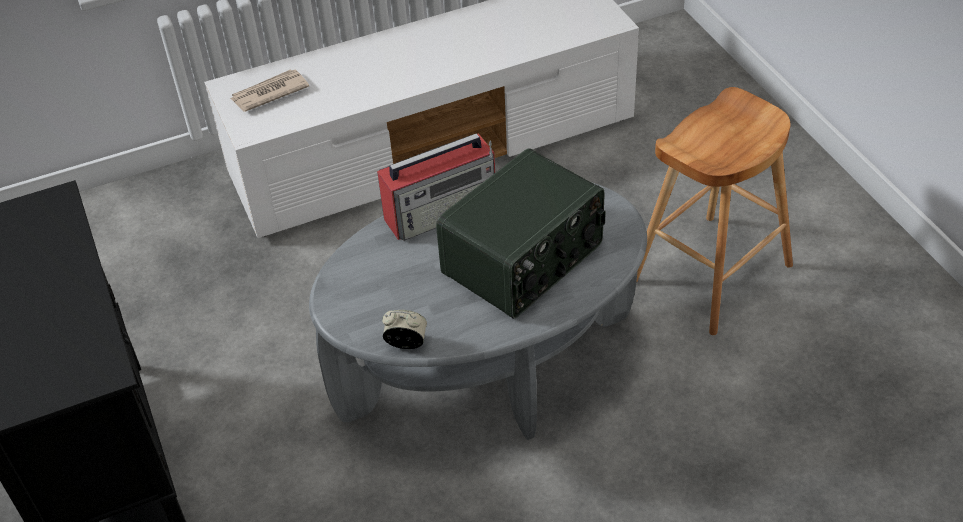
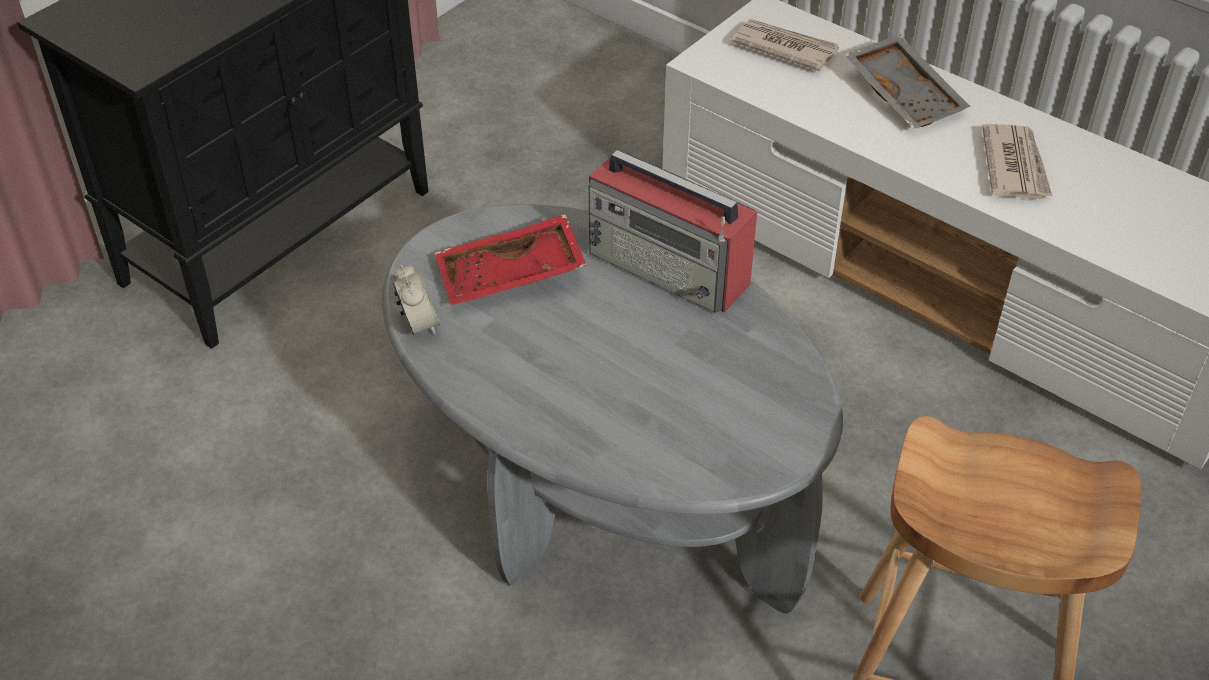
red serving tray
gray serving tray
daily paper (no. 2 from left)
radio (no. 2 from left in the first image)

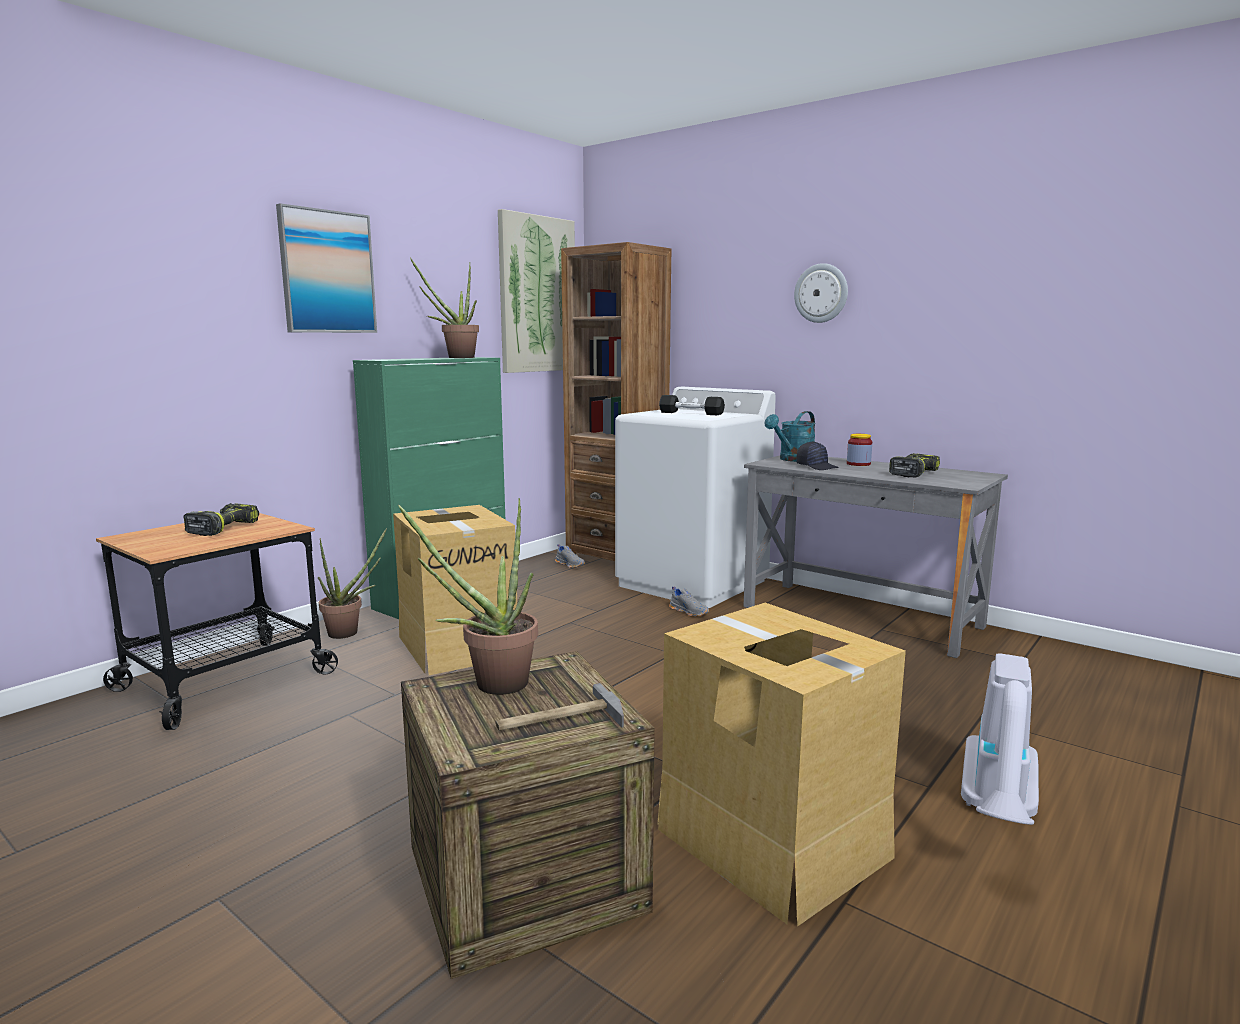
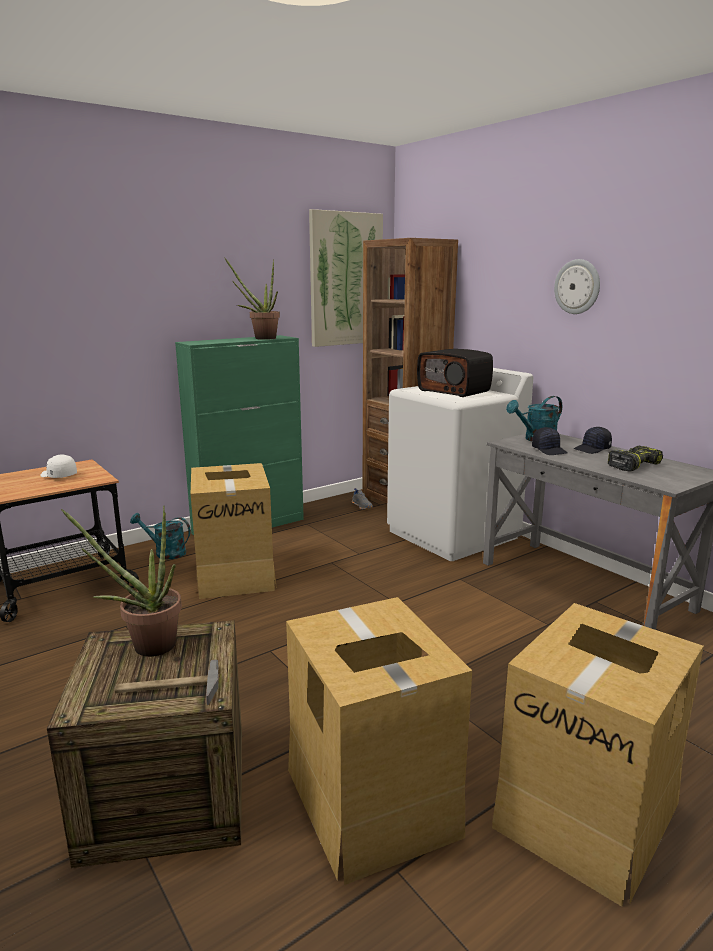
whitish baseball cap
blue-green watering pot (no. 1 from left)
radio
carton (no. 3 from left)
black baseball cap (no. 2 from left)
wall art (no. 1 from left in the first image)
gray item of footwear (no. 2 from left in the first image)

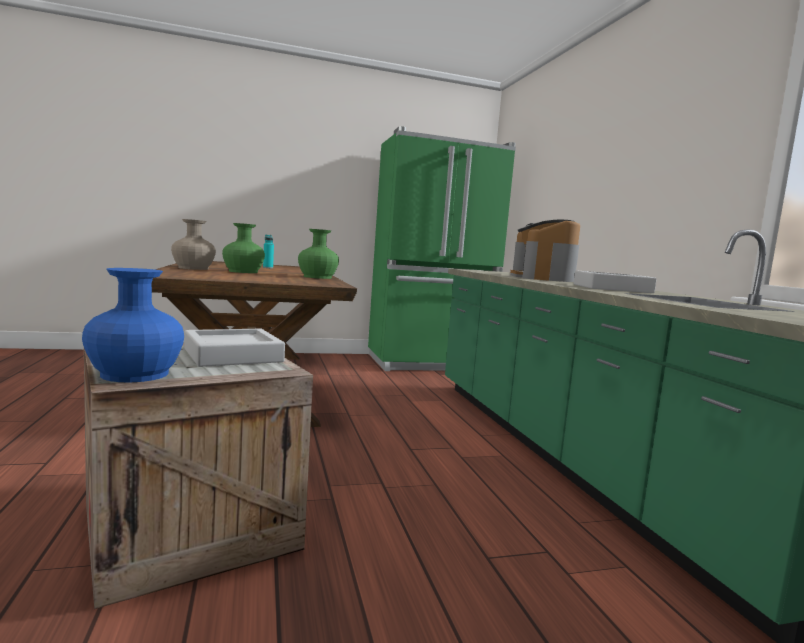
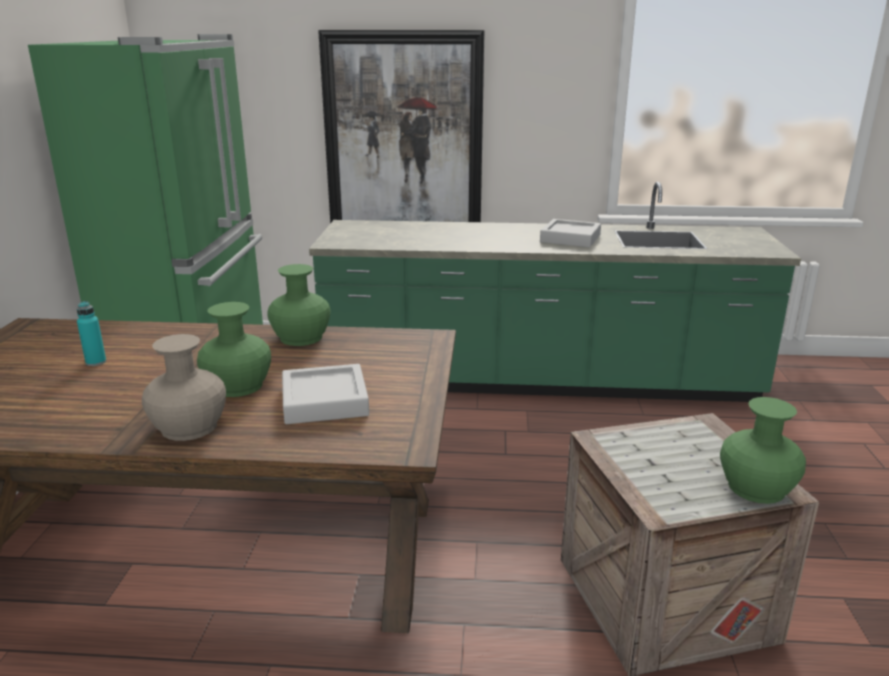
gray serving tray (no. 1 from left)
wall art
green-coloured vase (no. 3 from left)
coffee brewer

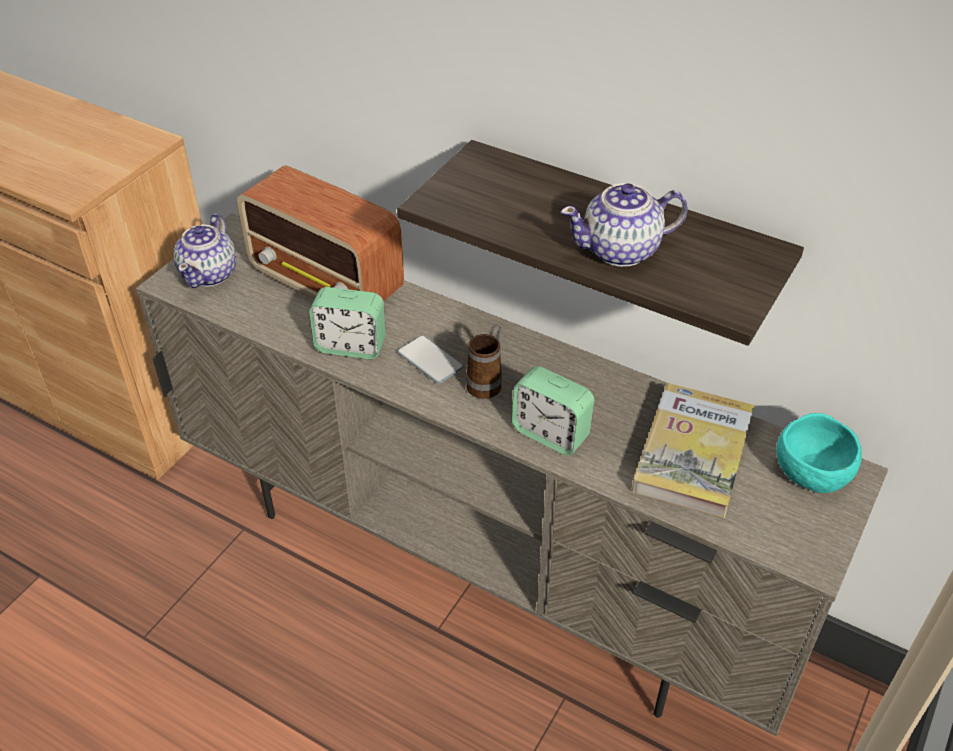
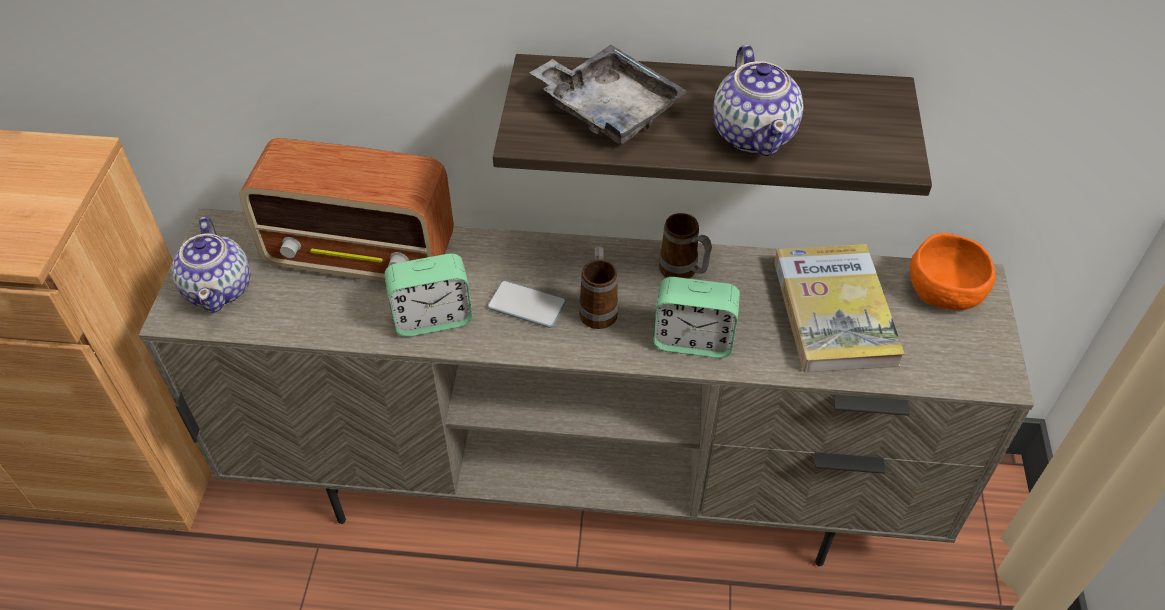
gray serving tray
coffee mug (no. 2 from left)
pot for tea (no. 2 from left)
orangey deep dish

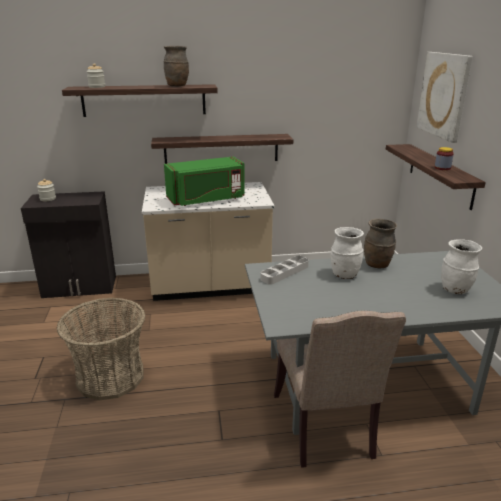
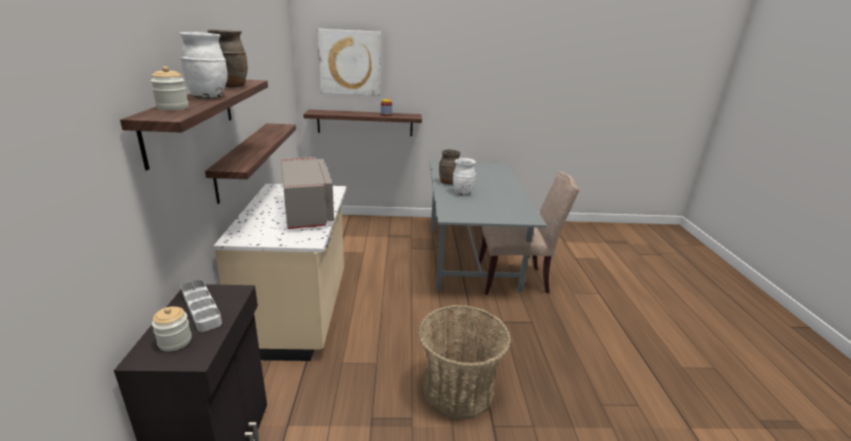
whitish vase (no. 1 from left)
gray serving tray
gray kitchen microwave

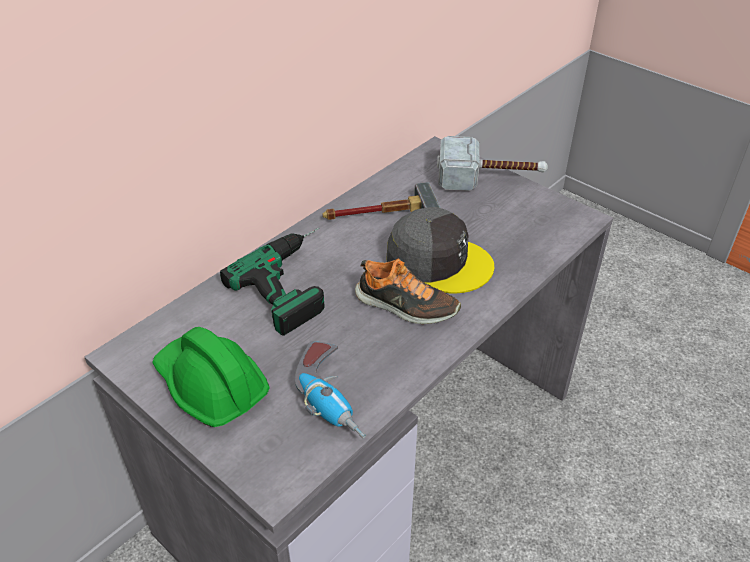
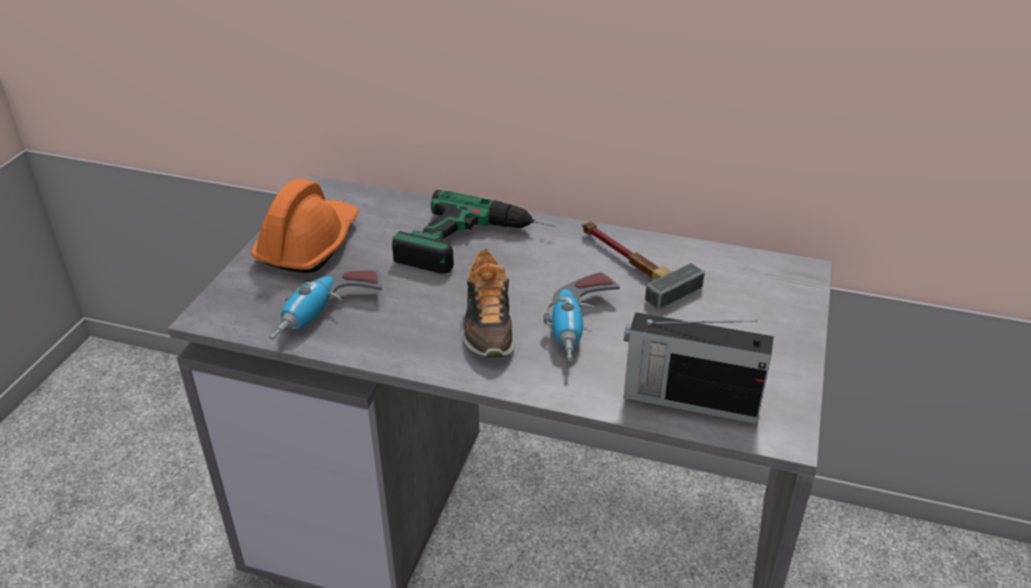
orangey hard hat
power drill (no. 3 from left)
radio
tool hammer (no. 2 from left in the first image)

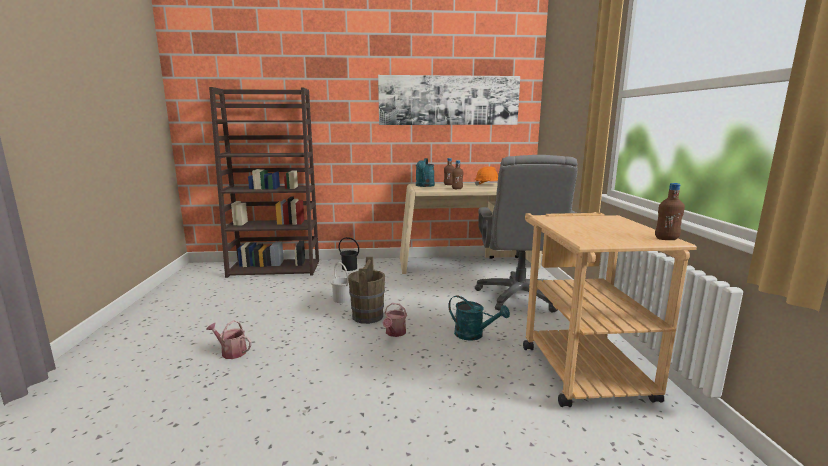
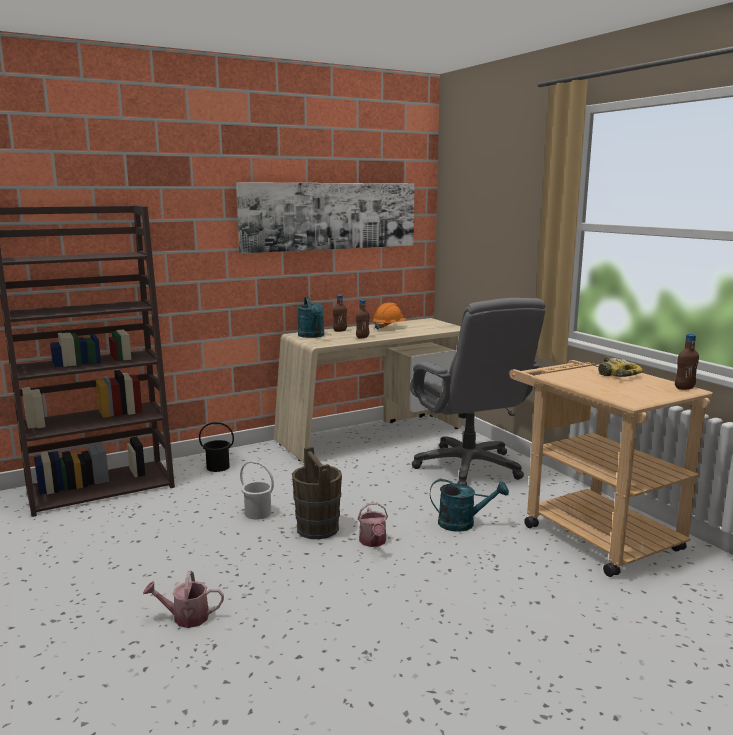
power drill

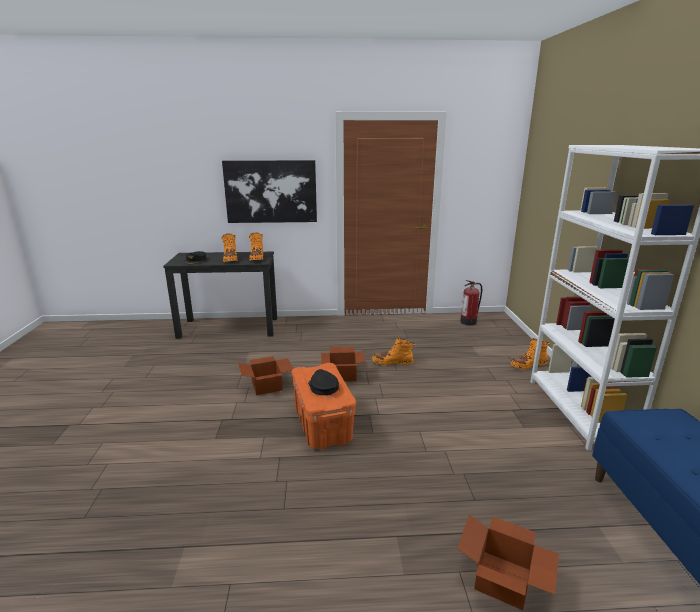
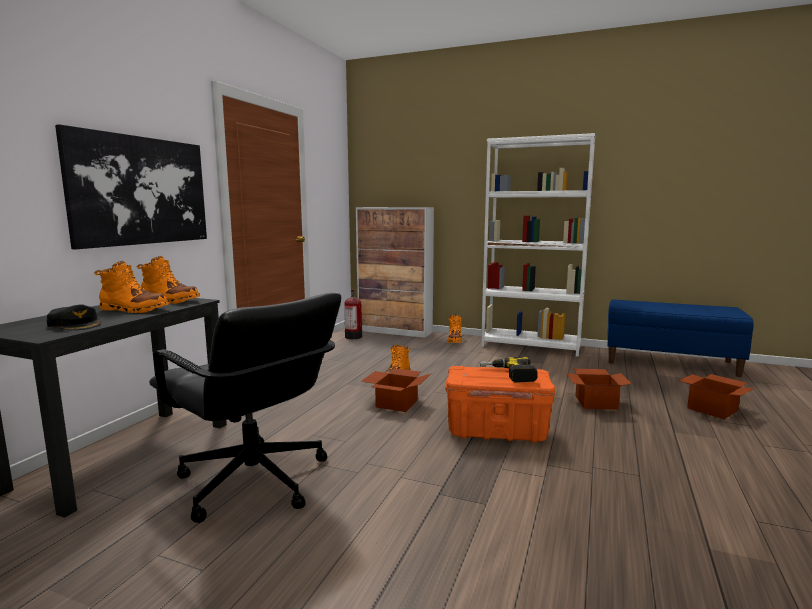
black office chair
storage cabinet
power drill
carton (no. 2 from left)

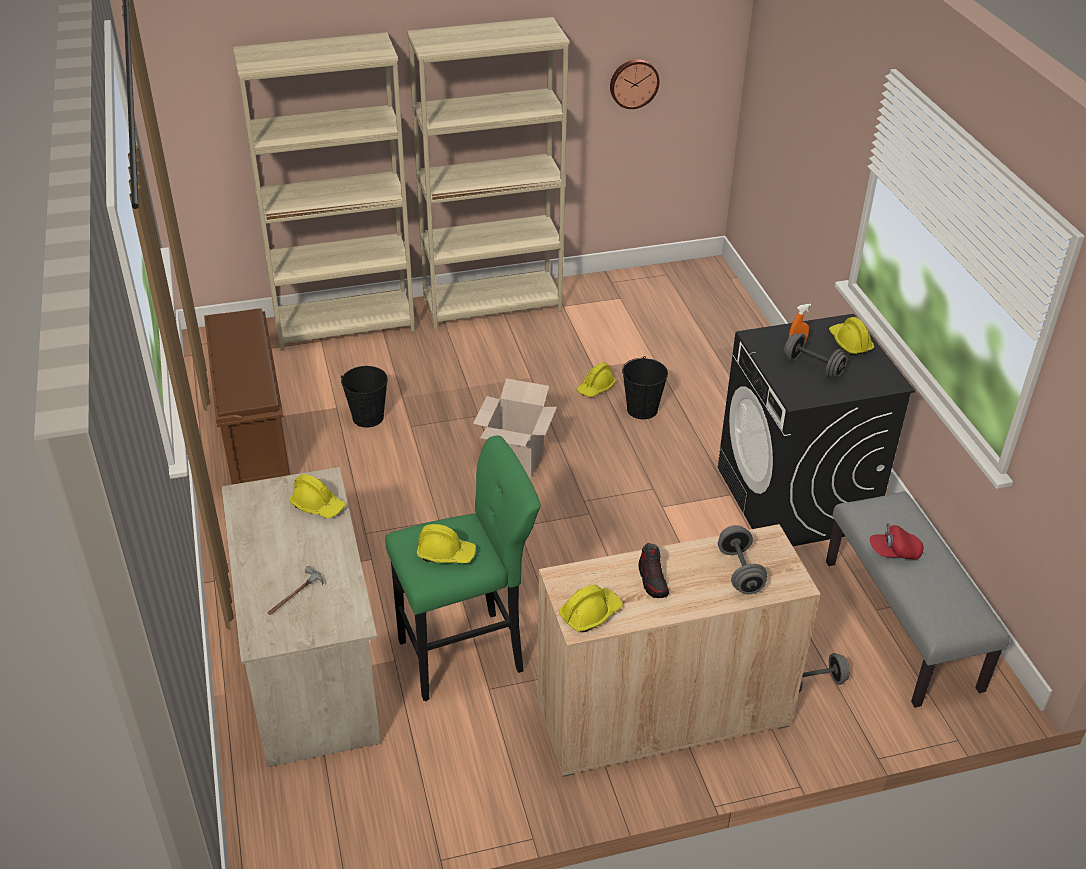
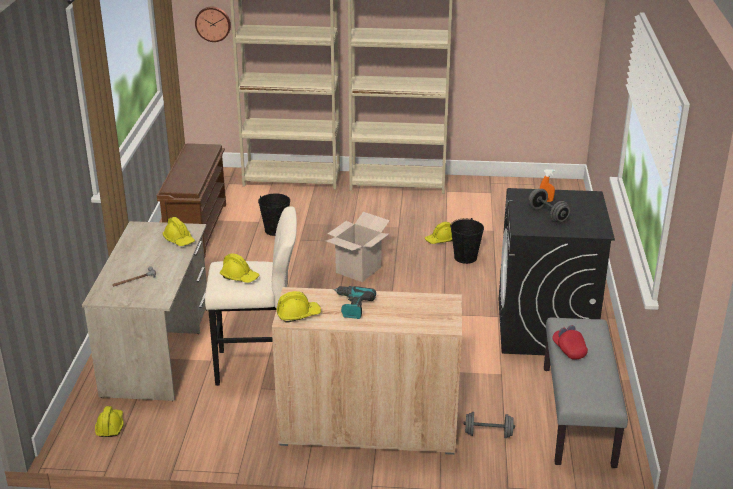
yellow hard hat (no. 1 from left)
clock on the wall
beige-coloured stool
power drill
red baseball cap
gray dumbbell (no. 1 from left in the first image)

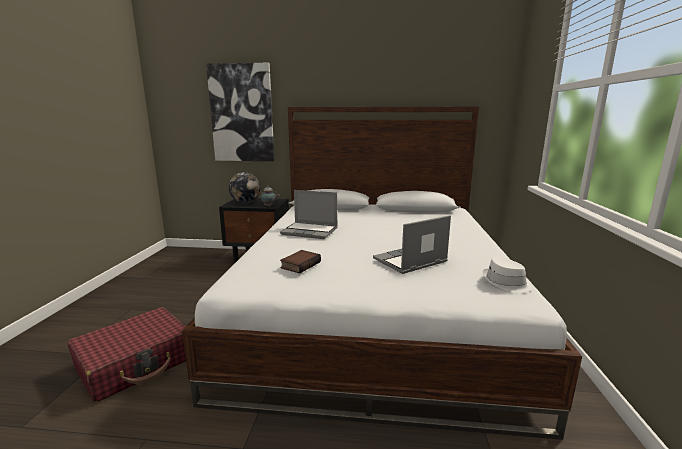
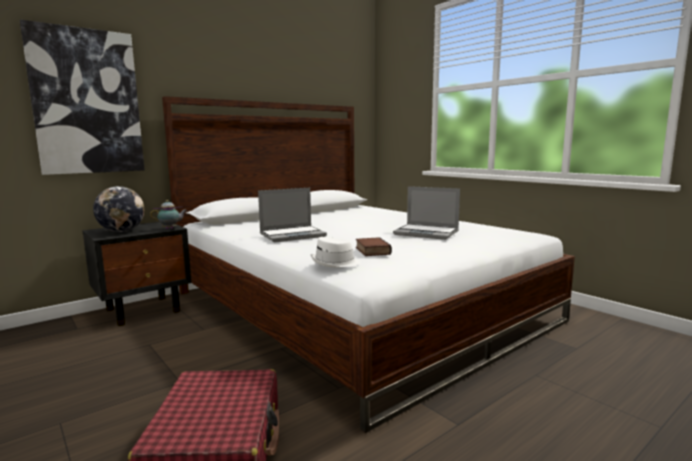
whitish clothing hat
portable computer (no. 2 from left)

